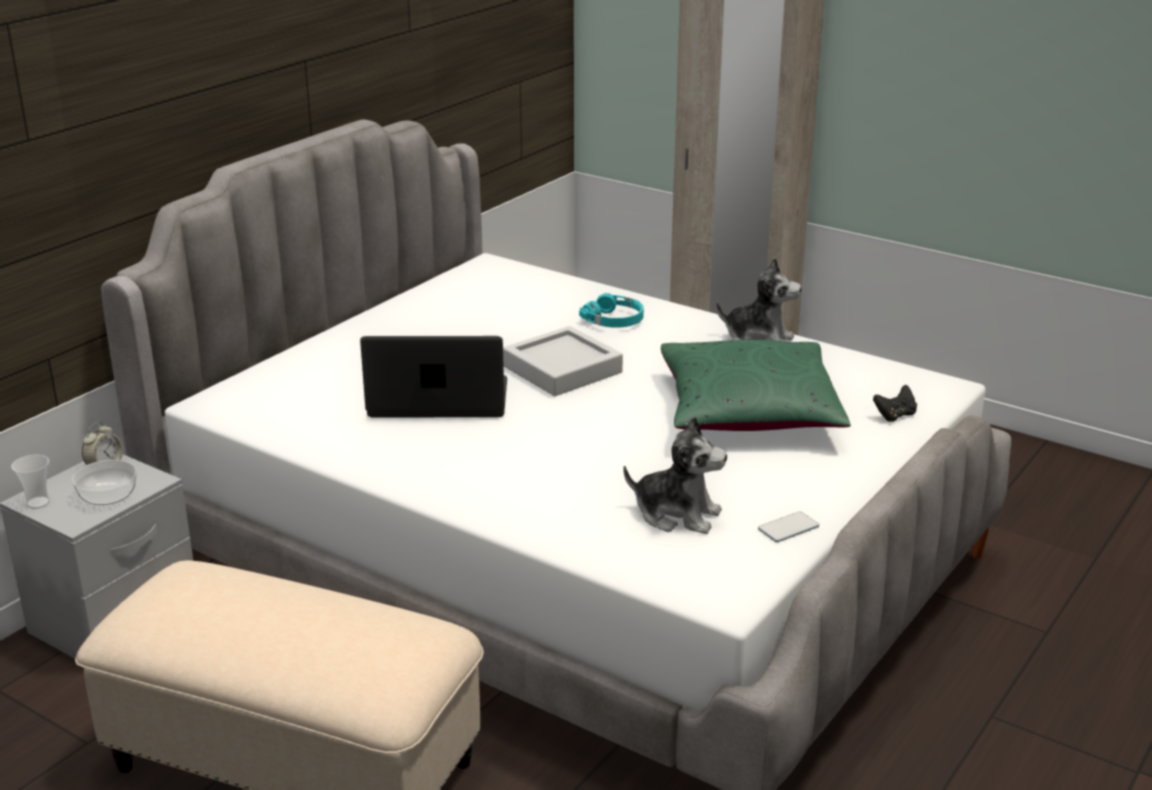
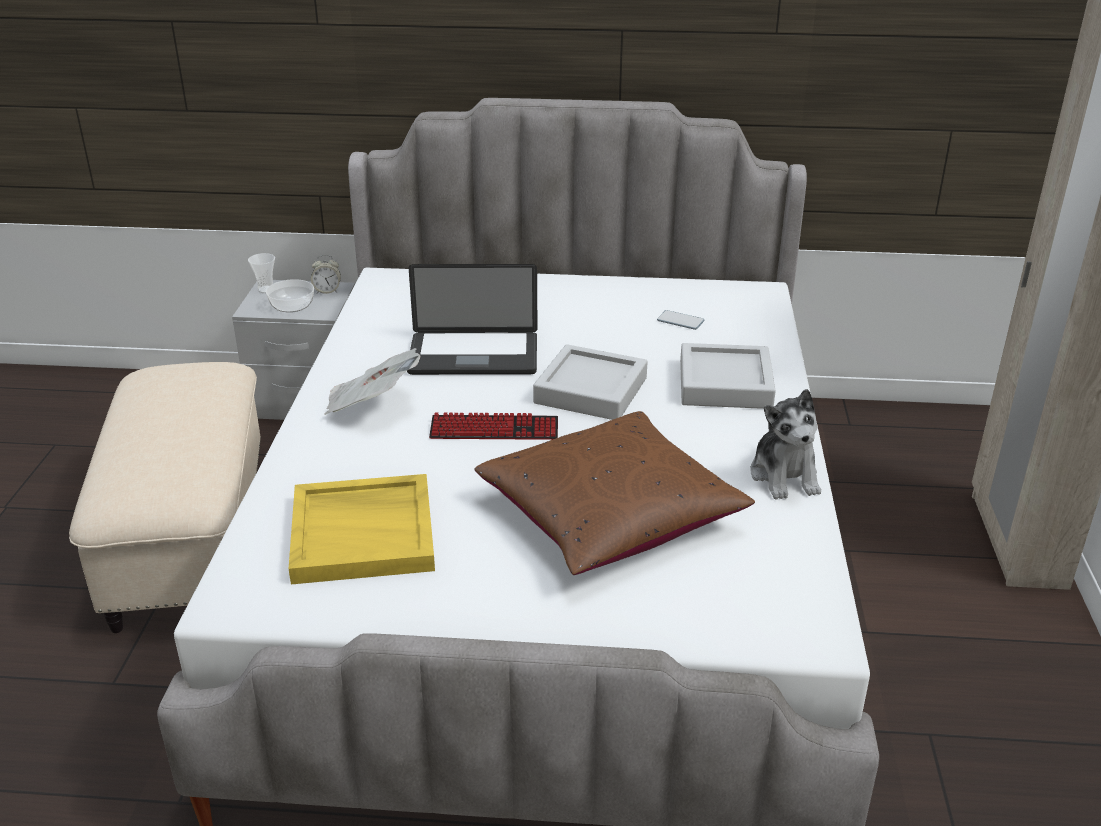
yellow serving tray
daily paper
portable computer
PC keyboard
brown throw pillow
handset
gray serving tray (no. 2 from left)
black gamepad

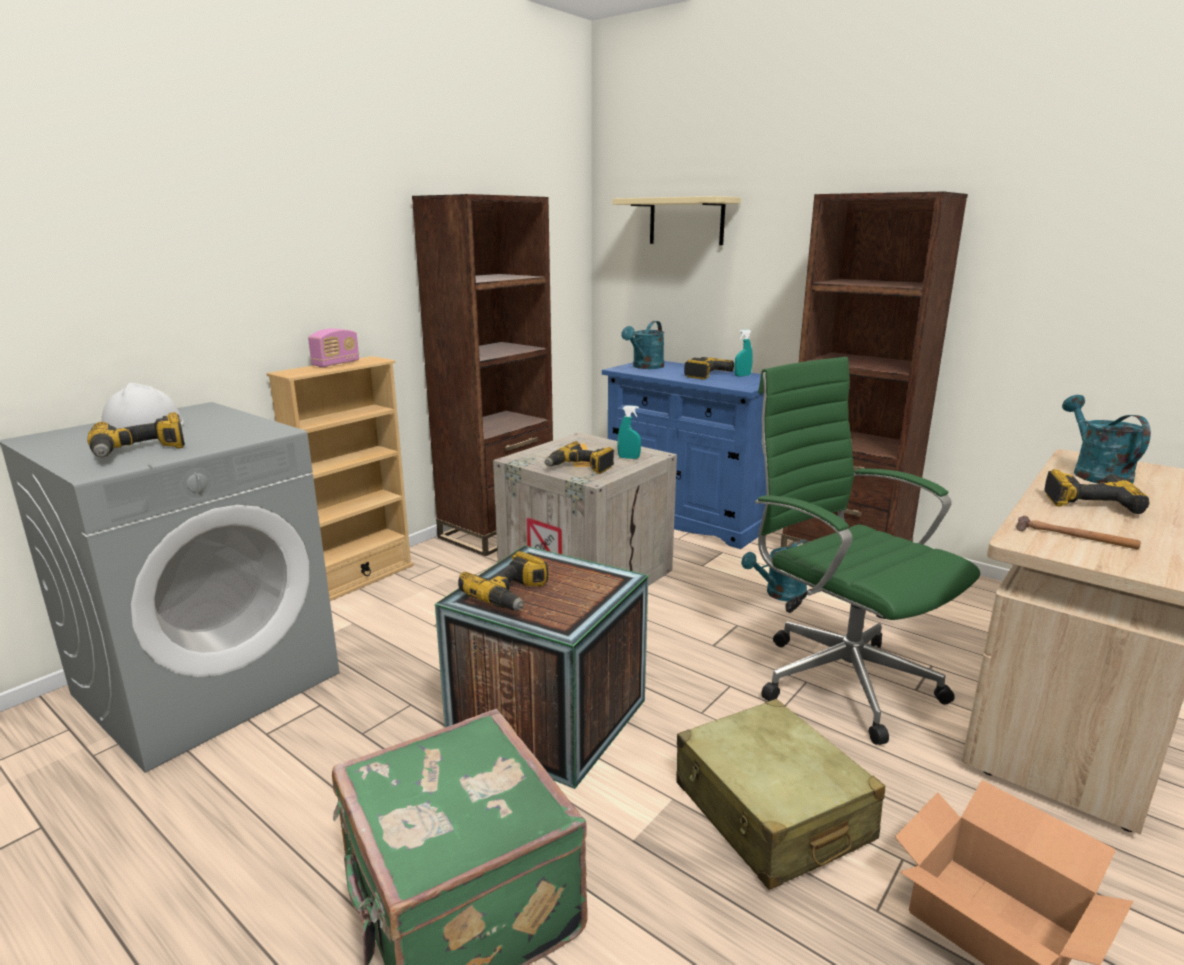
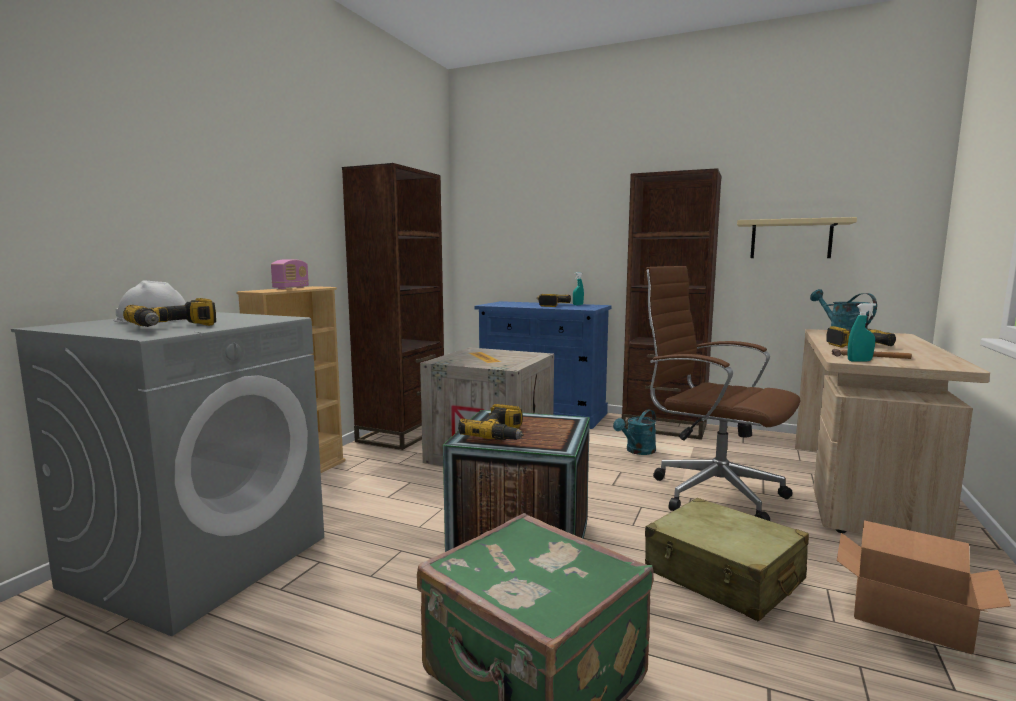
brown office chair
beige-coloured shelf
blue-green hand sprayer (no. 2 from left)
power drill (no. 3 from left in the first image)
blue-green watering pot (no. 1 from left in the first image)

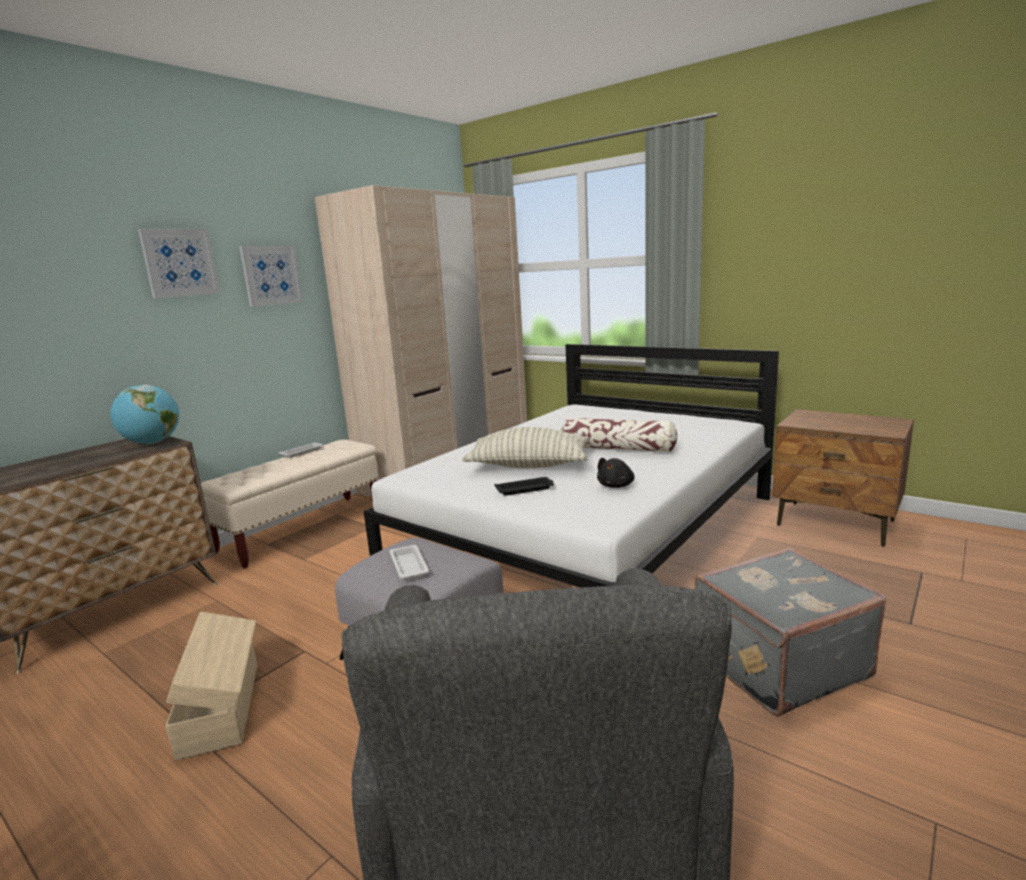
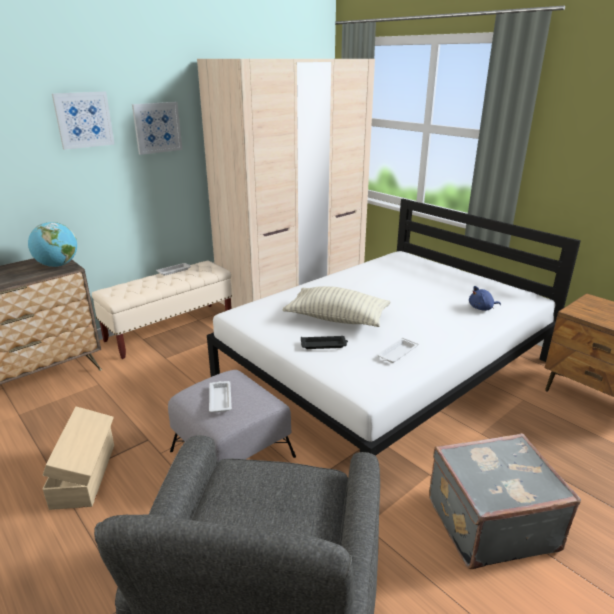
whitish serving tray (no. 3 from left)
bluish cuddly toy
throw pillow (no. 2 from left in the first image)

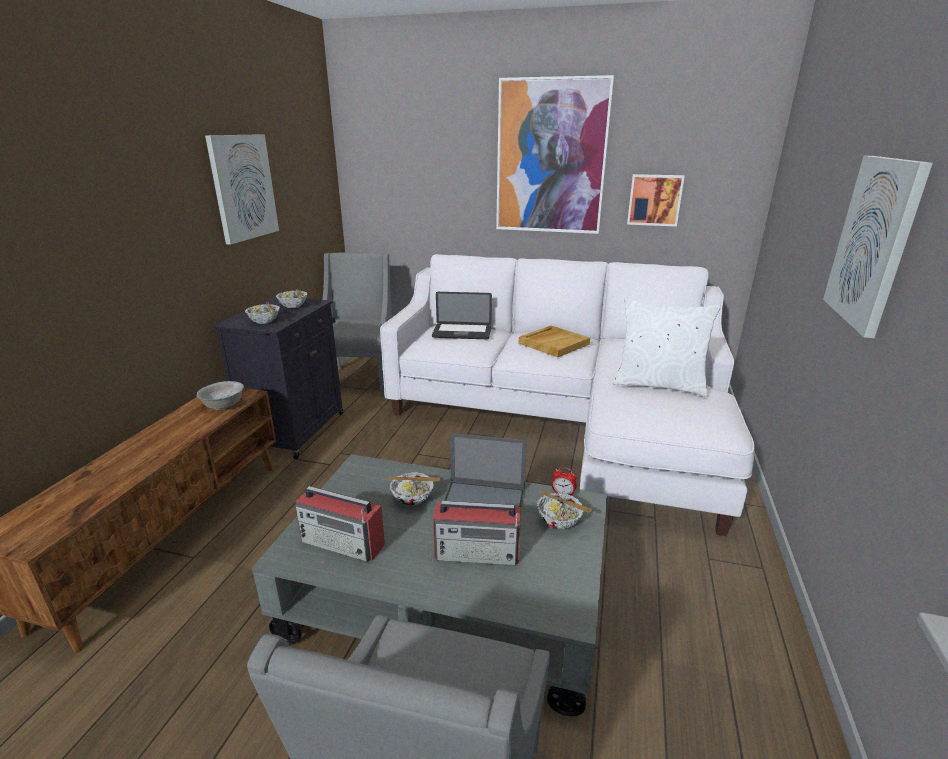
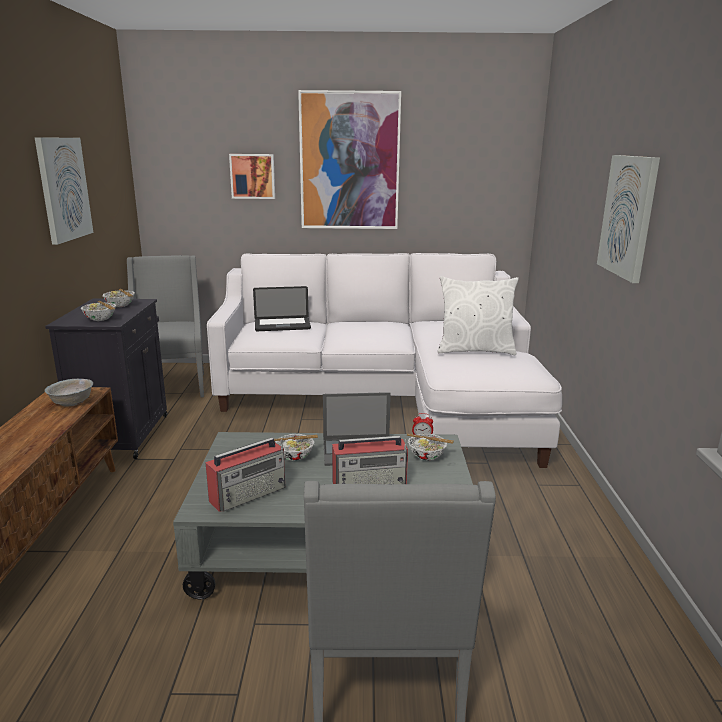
radio (no. 1 from left)
wall art (no. 2 from left)
beige-coloured serving tray

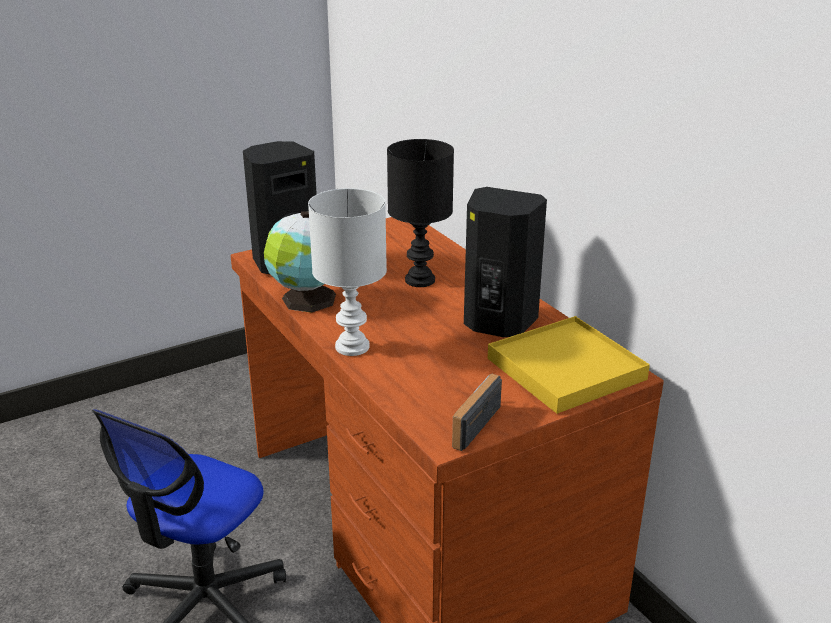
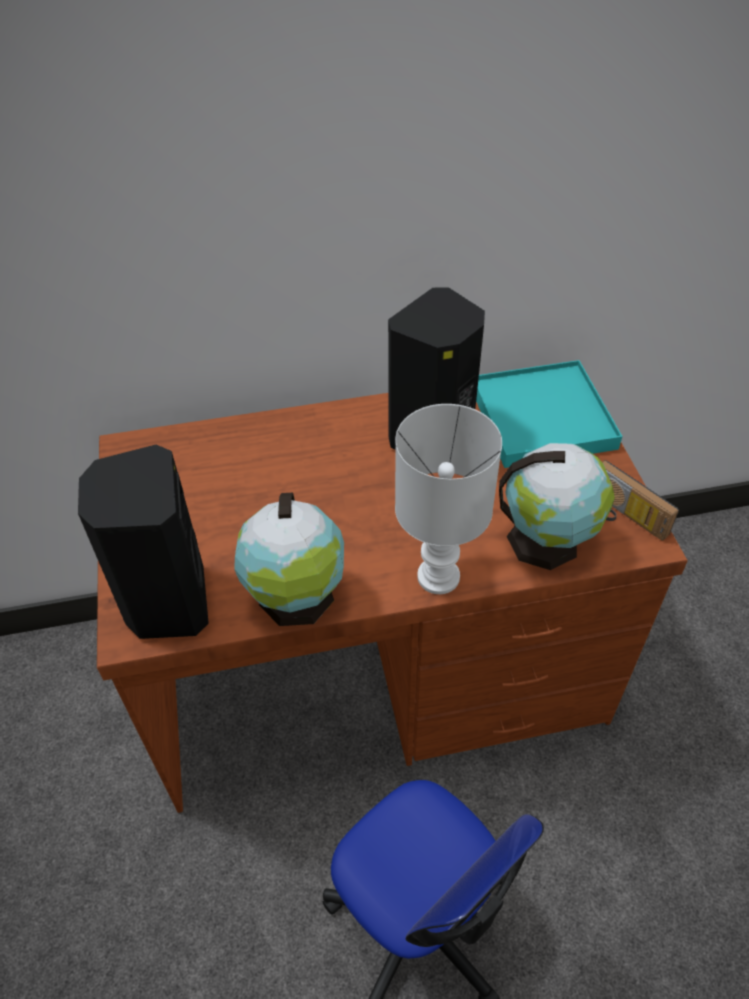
blue-green serving tray
world globe (no. 2 from left)
black lamp for a table

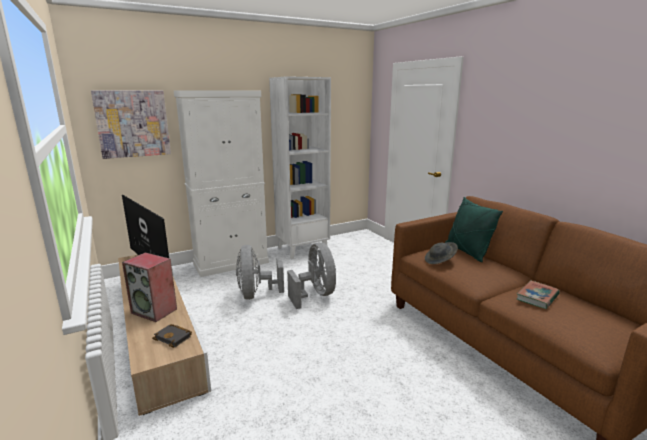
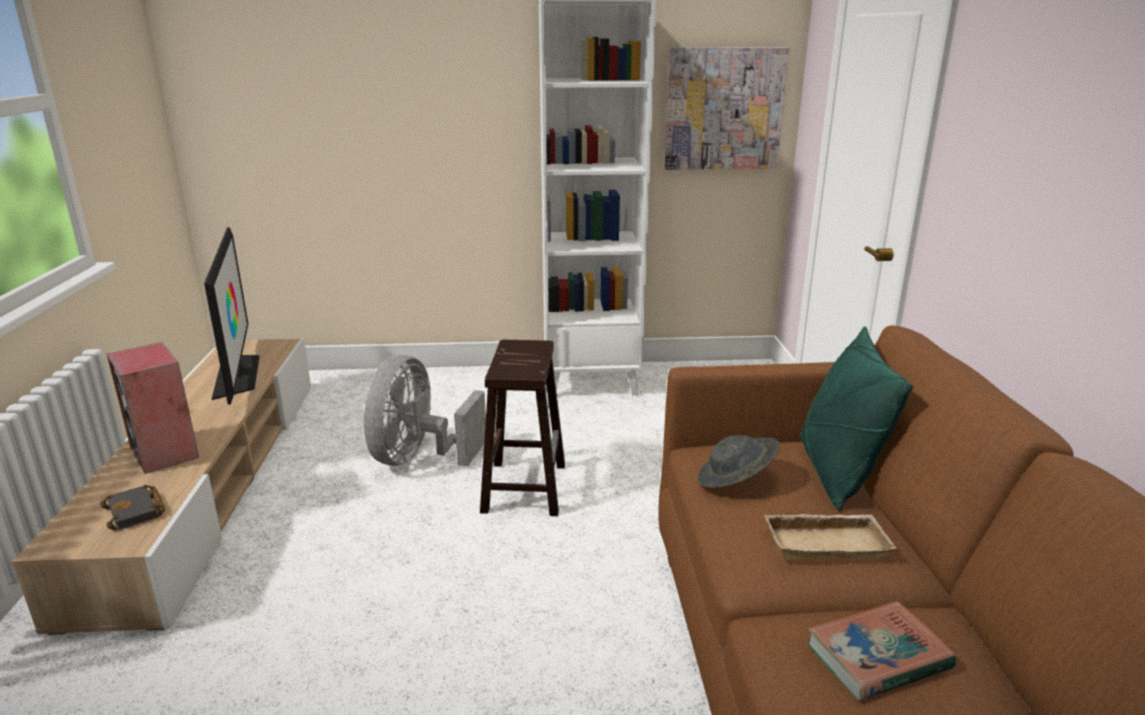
brown stool
wall art
beige-coloured serving tray
whitish storage cabinet

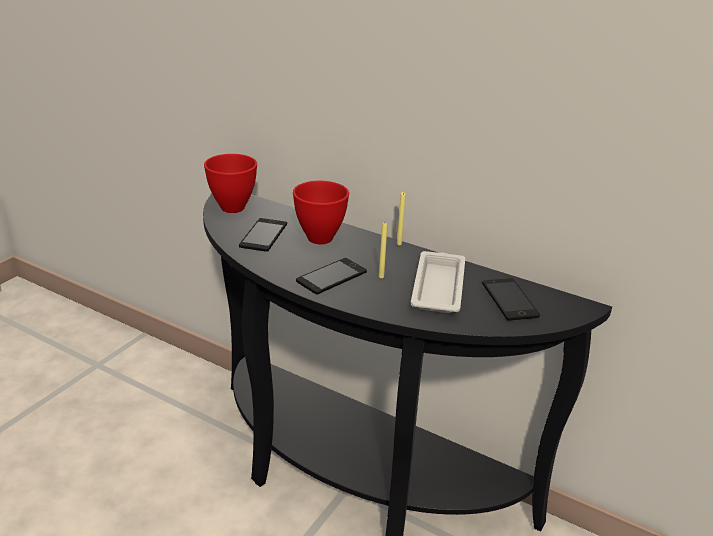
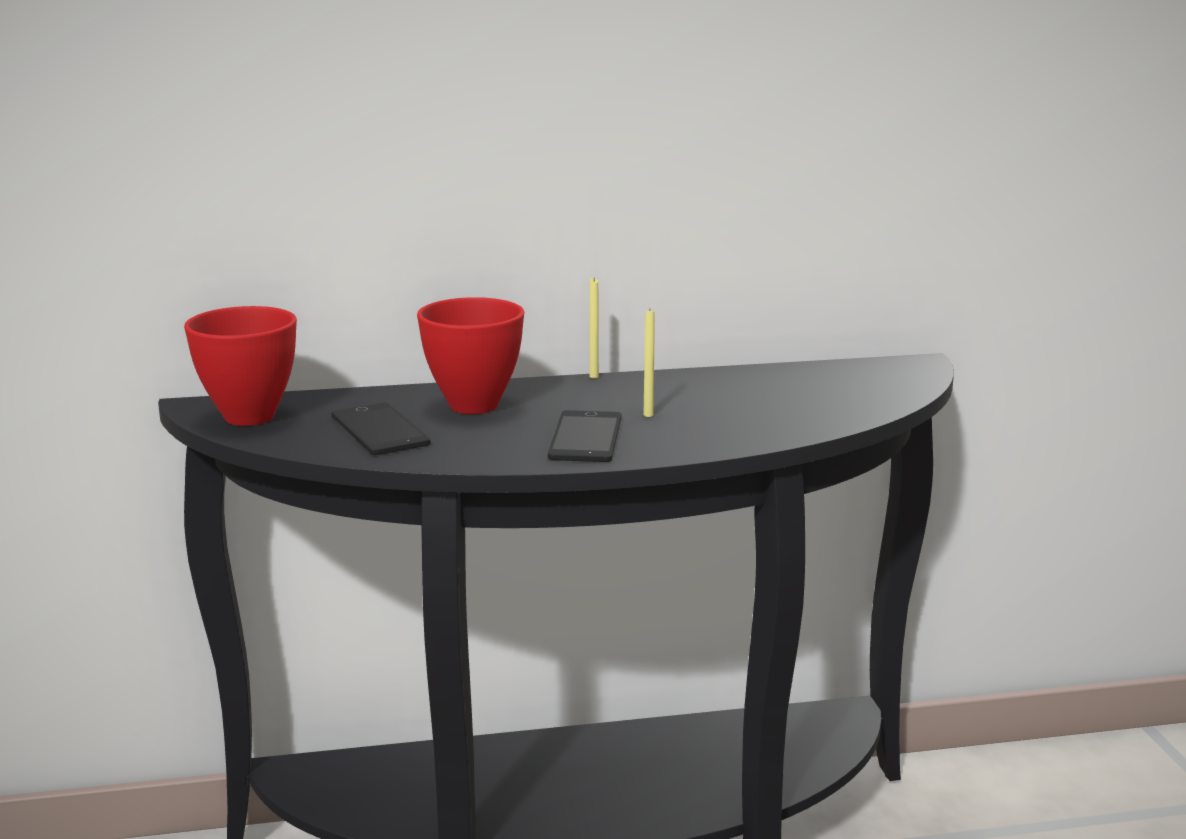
whitish serving tray
handset (no. 3 from left in the first image)

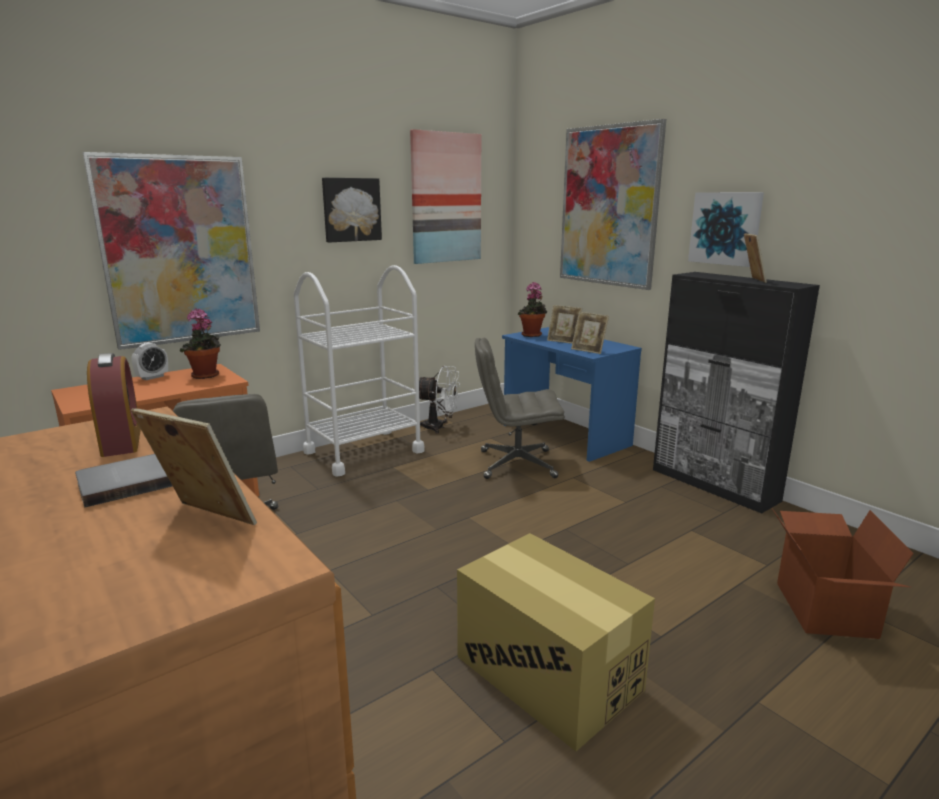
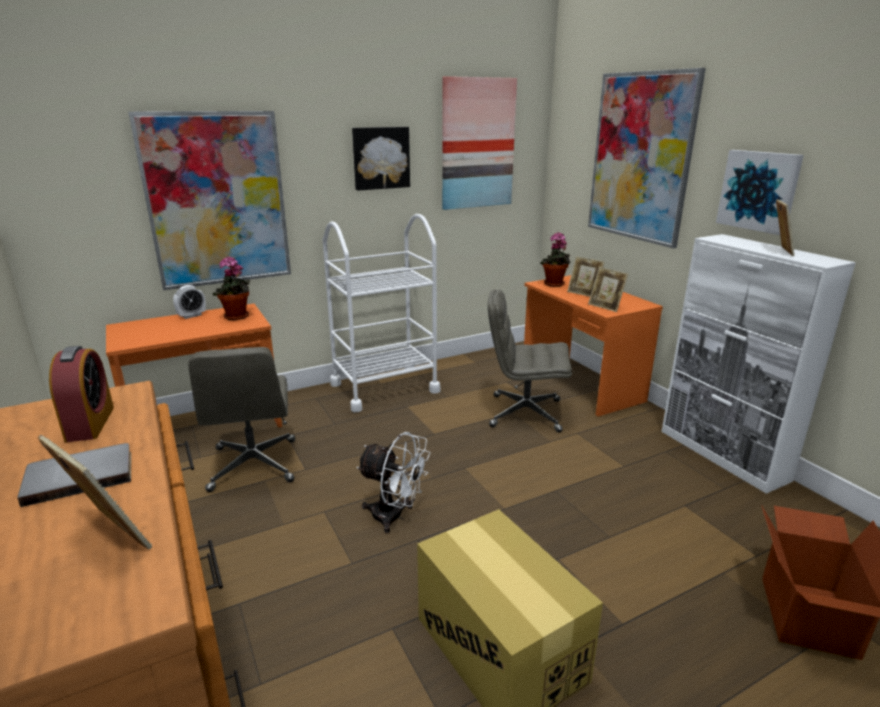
whitish fan
orangey desk (no. 2 from left)
whitish storage cabinet

